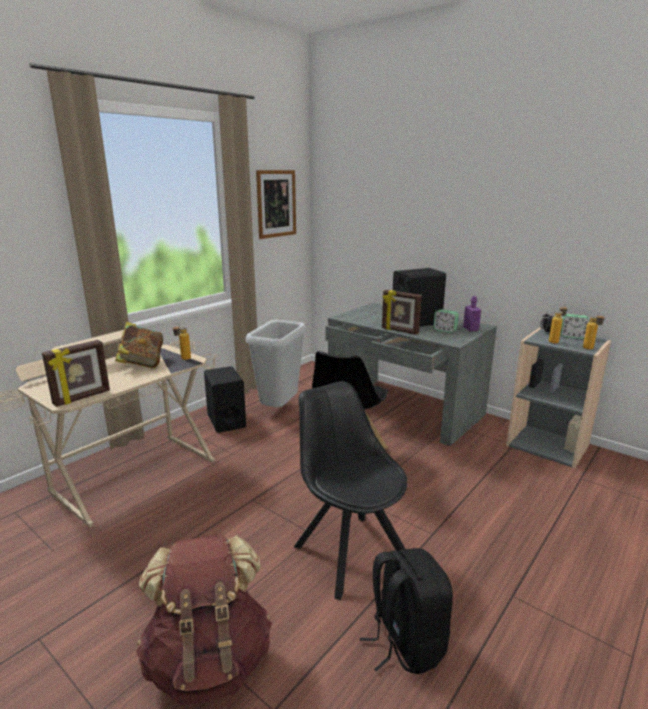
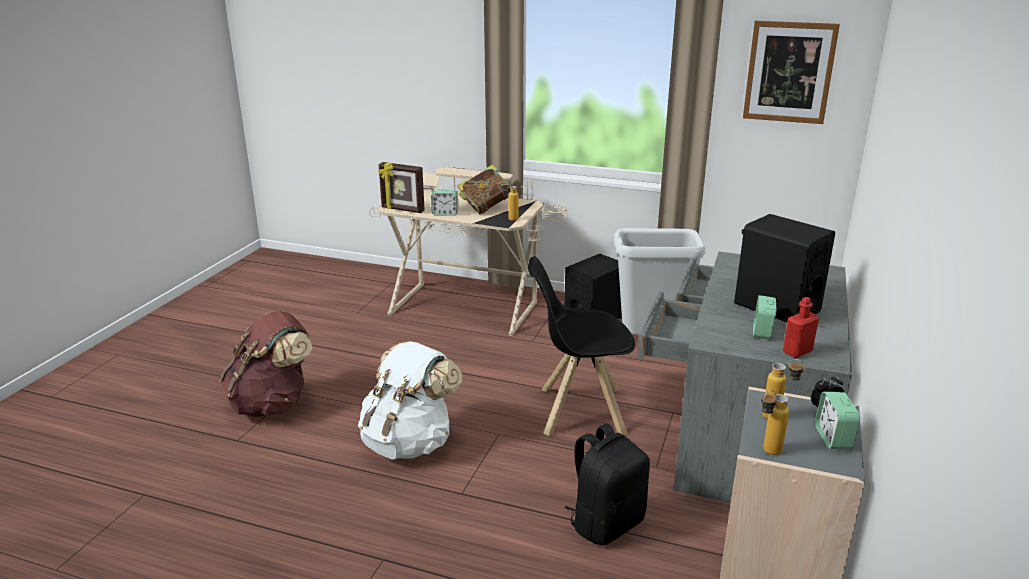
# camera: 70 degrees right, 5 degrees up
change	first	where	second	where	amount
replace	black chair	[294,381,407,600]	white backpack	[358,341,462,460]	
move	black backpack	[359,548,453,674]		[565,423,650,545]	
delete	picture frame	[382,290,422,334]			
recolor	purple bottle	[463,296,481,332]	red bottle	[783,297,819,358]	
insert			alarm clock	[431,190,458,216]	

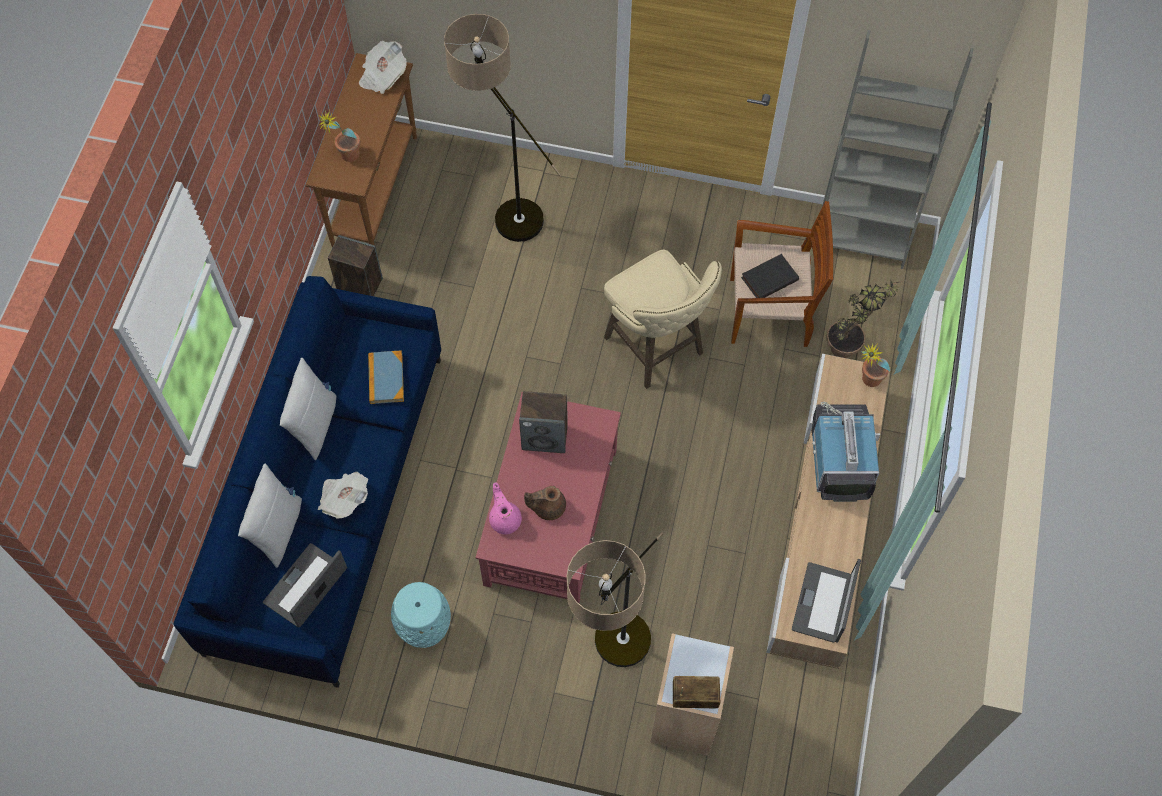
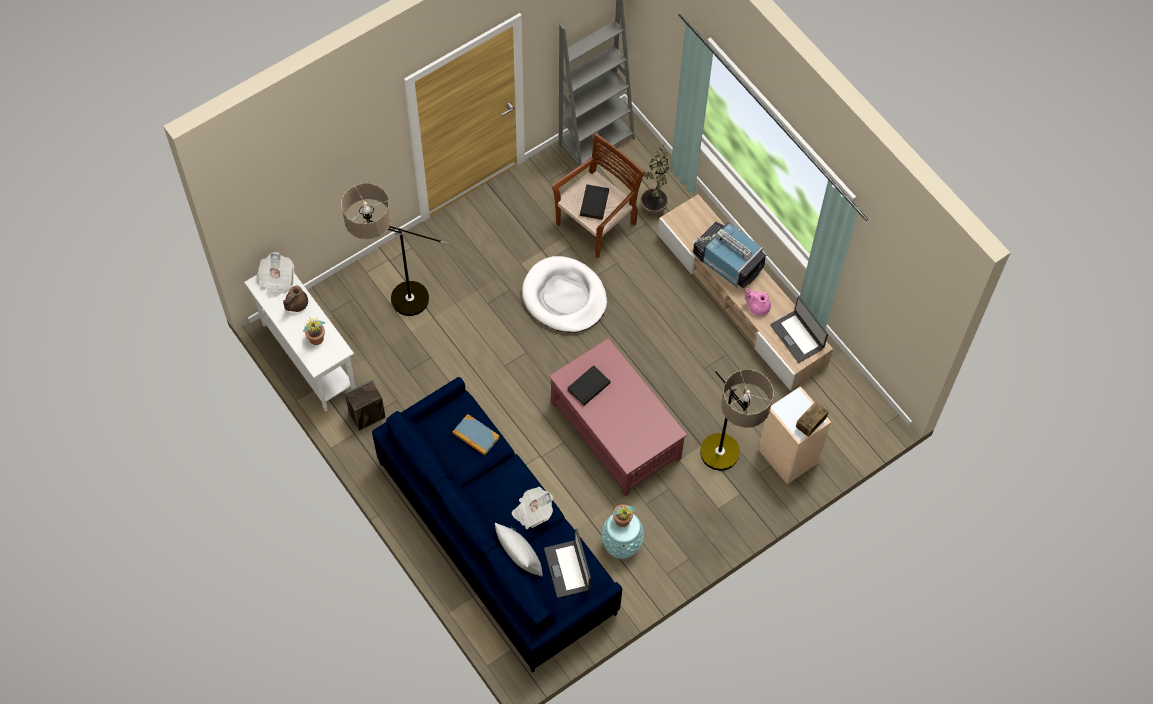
# camera: 50 degrees left, 0 degrees up
change	first	where	second	where	amount
delete	grey pillow	[280,358,336,460]			
recolor	brown console table	[306,53,417,248]	white console table	[244,273,355,411]	
move	pink teapot	[489,483,522,534]		[745,288,771,316]	
replace	speaker	[519,391,568,453]	black book	[567,365,611,406]	
move	brown teapot	[524,486,566,520]		[283,285,308,312]	
replace	beige stool	[604,250,722,389]	white dog bed	[522,256,607,333]	
move	potted plant	[861,343,890,387]		[613,504,636,527]	

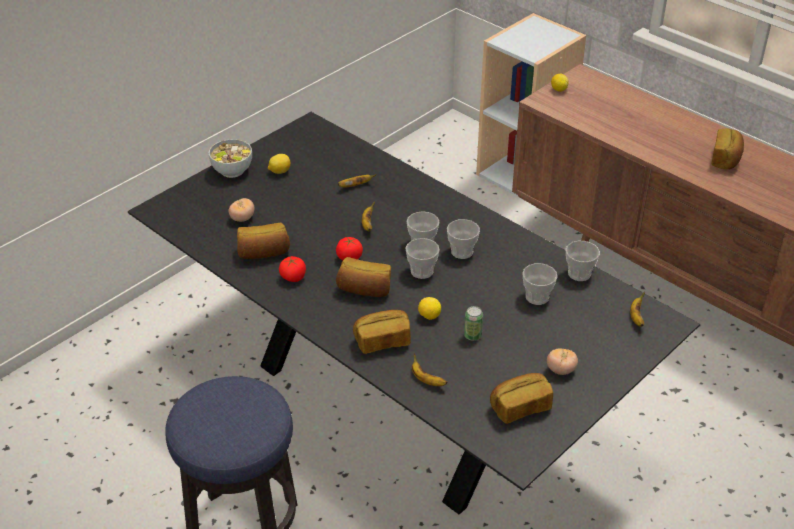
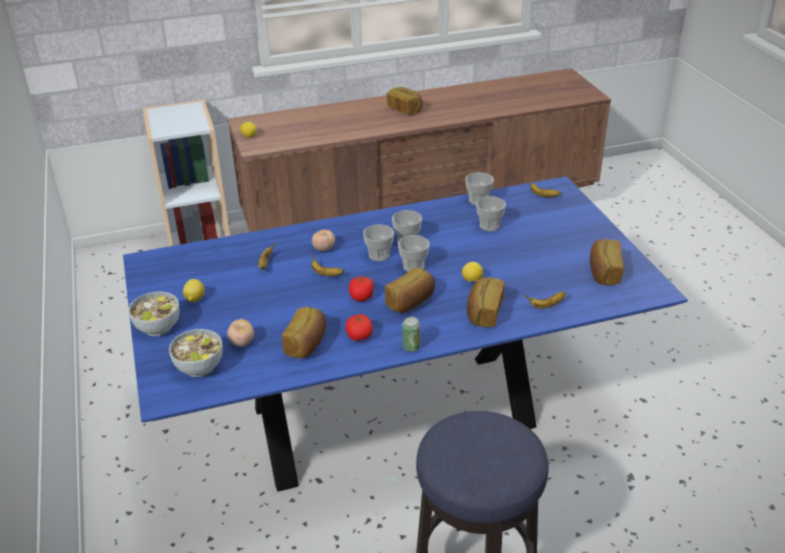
# camera: 60 degrees left, 5 degrees down
change	first	where	second	where	amount
recolor	black dining table	[128,112,700,514]	blue dining table	[123,176,688,491]	
move	can	[464,306,483,341]		[402,317,420,352]	
move	tomato	[547,348,578,375]		[312,229,335,251]	
insert			bowl	[169,329,223,377]	

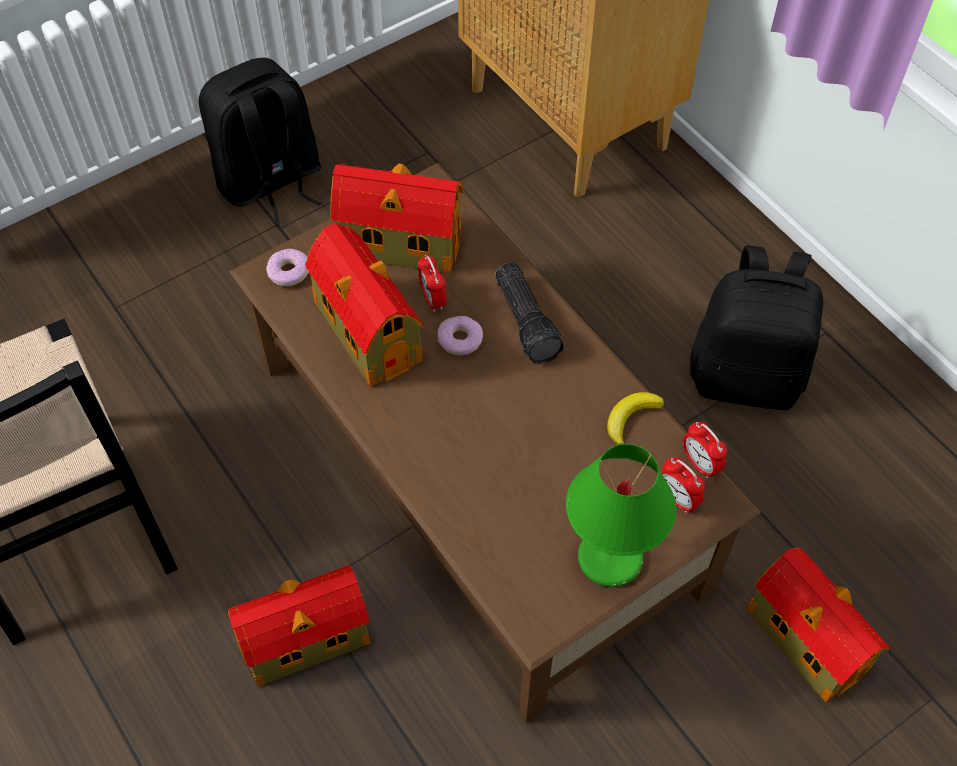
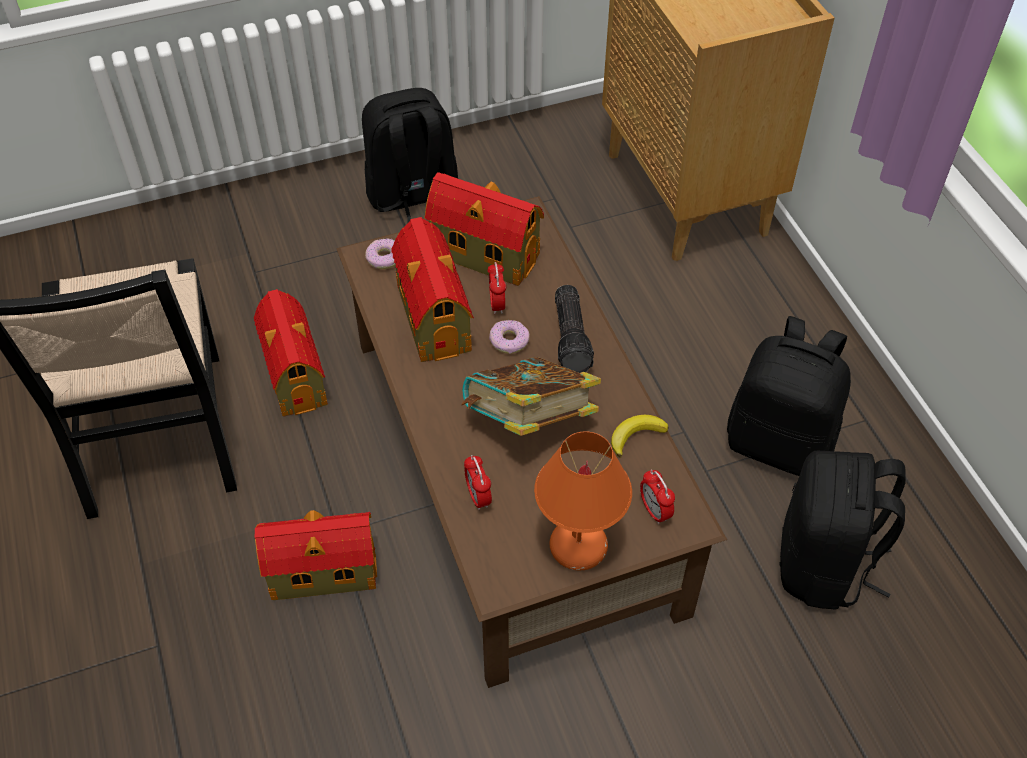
# camera: 15 degrees right, 5 degrees down
change	first	where	second	where	amount
recolor	green table lamp	[566,444,676,587]	orange table lamp	[534,431,632,571]	
move	alarm clock	[683,422,727,478]		[464,455,492,510]	
move	toy house	[747,547,890,702]		[254,289,328,417]	
insert			book	[461,357,601,436]	
insert			black backpack	[780,450,906,610]	

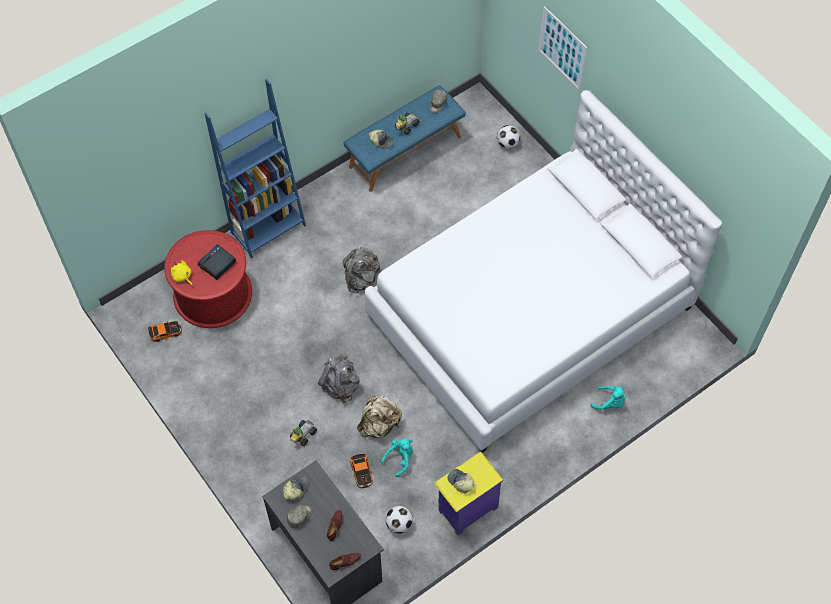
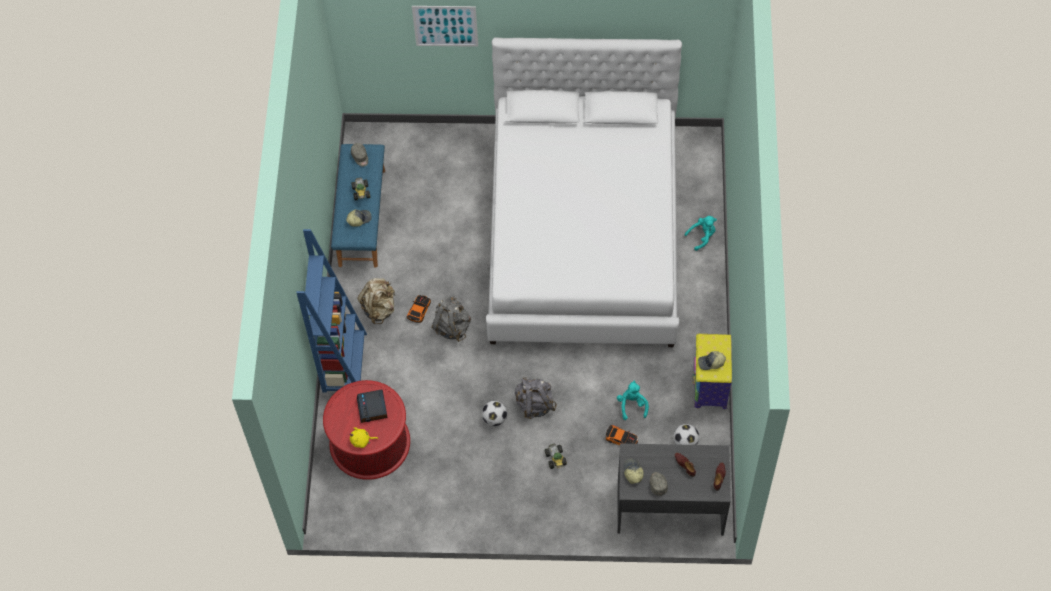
# camera: 50 degrees left, 0 degrees up
change	first	where	second	where	amount
move	toy car	[148,321,182,342]		[407,295,431,323]	
move	beige backpack	[357,395,402,438]		[357,278,395,324]	
move	football	[497,125,520,149]		[482,401,507,426]	

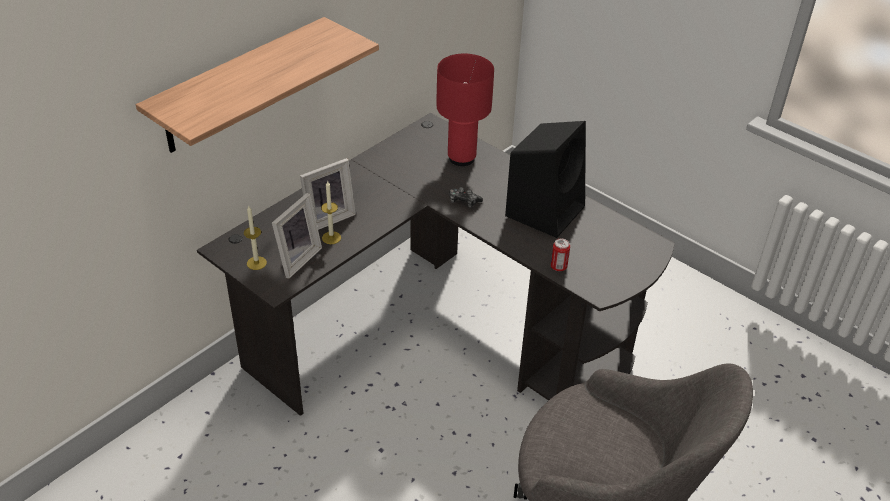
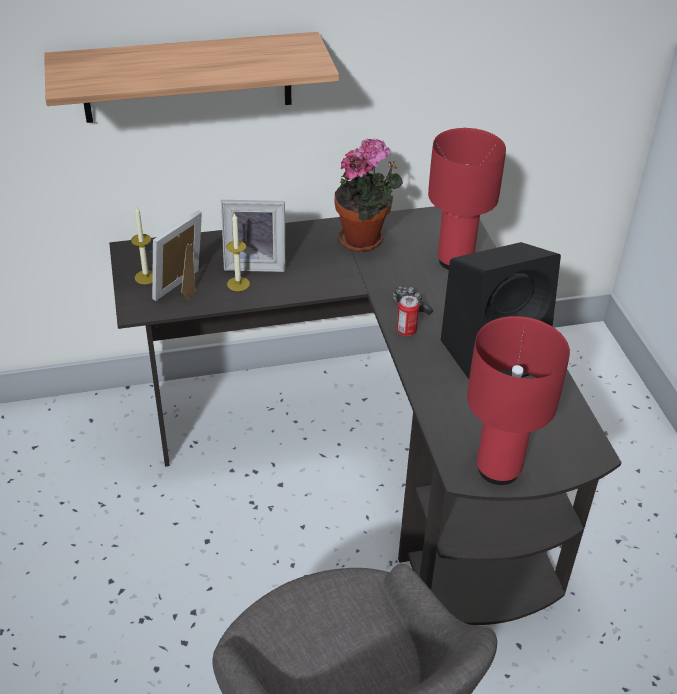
# camera: 35 degrees right, 0 degrees up
change	first	where	second	where	amount
rotate	picture frame	[272,193,322,279]		[152,210,202,301]	150 degrees clockwise
move	can	[551,239,570,271]		[397,296,419,336]	
insert			potted plant	[334,138,403,252]	
insert			red table lamp	[467,316,570,485]	

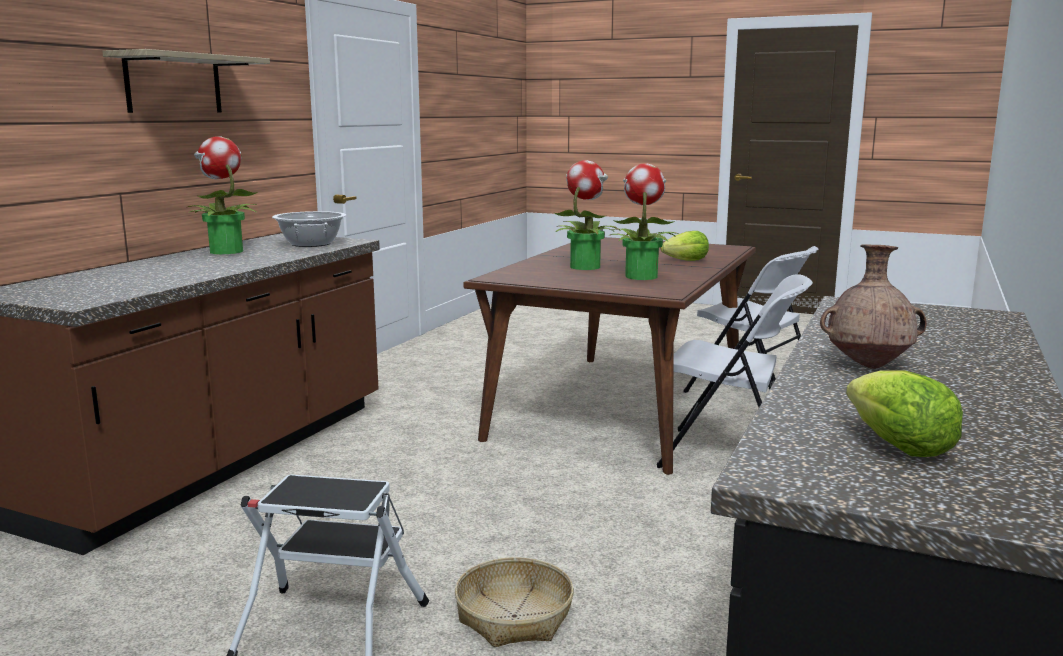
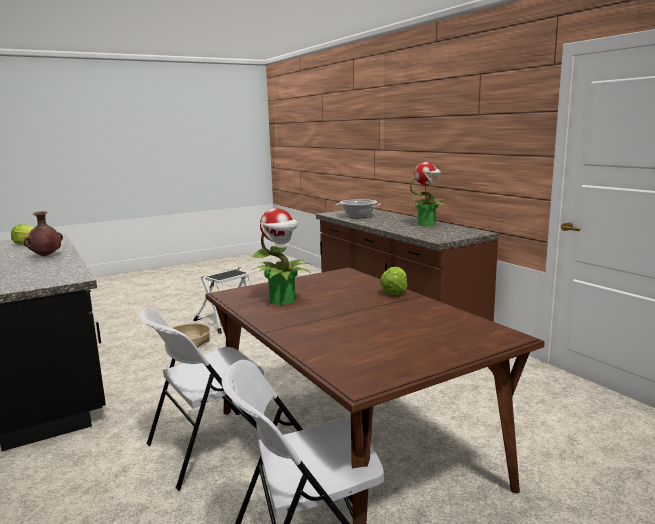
# camera: 125 degrees right, 0 degrees up
change	first	where	second	where	amount
delete	shelf	[102,49,270,113]			
move	cooking pot	[272,211,346,247]		[336,199,381,218]	
delete	potted plant	[554,160,621,270]			
move	lettuce	[661,231,709,261]		[380,267,407,295]	

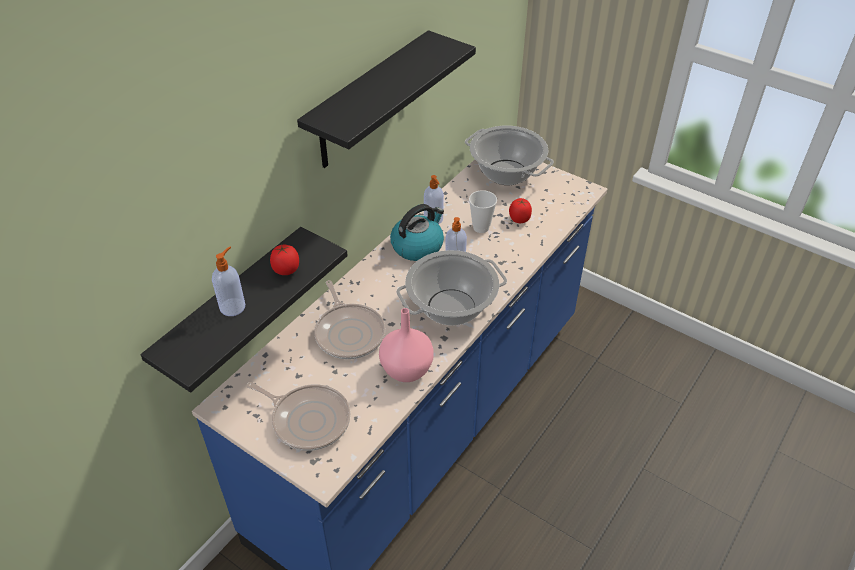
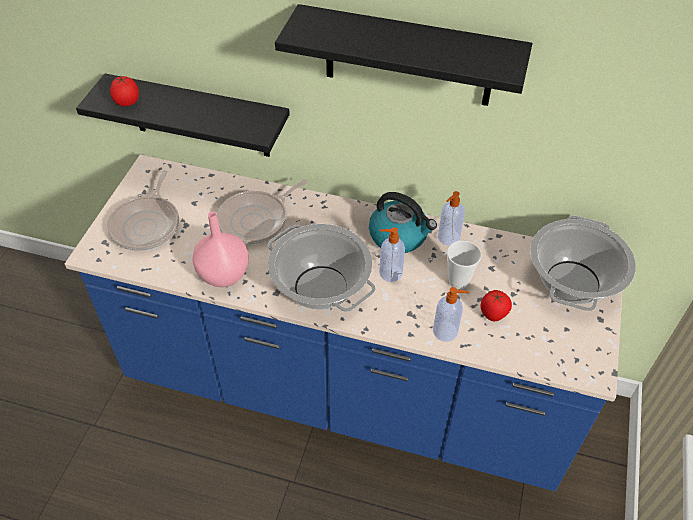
# camera: 70 degrees right, 5 degrees up
change	first	where	second	where	amount
move	soap dispenser	[212,247,245,316]		[433,287,469,342]	
move	tomato	[270,245,299,275]		[110,75,139,106]	

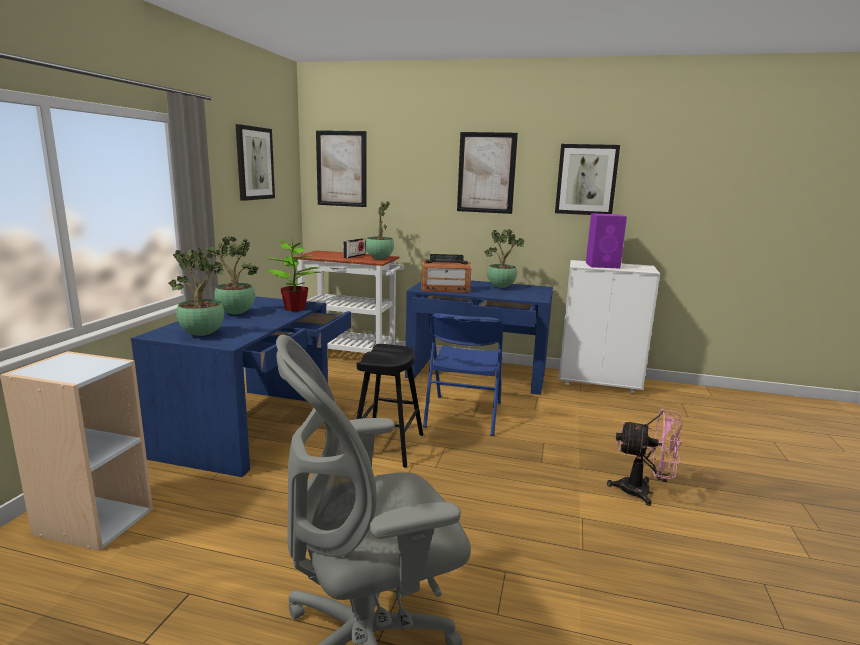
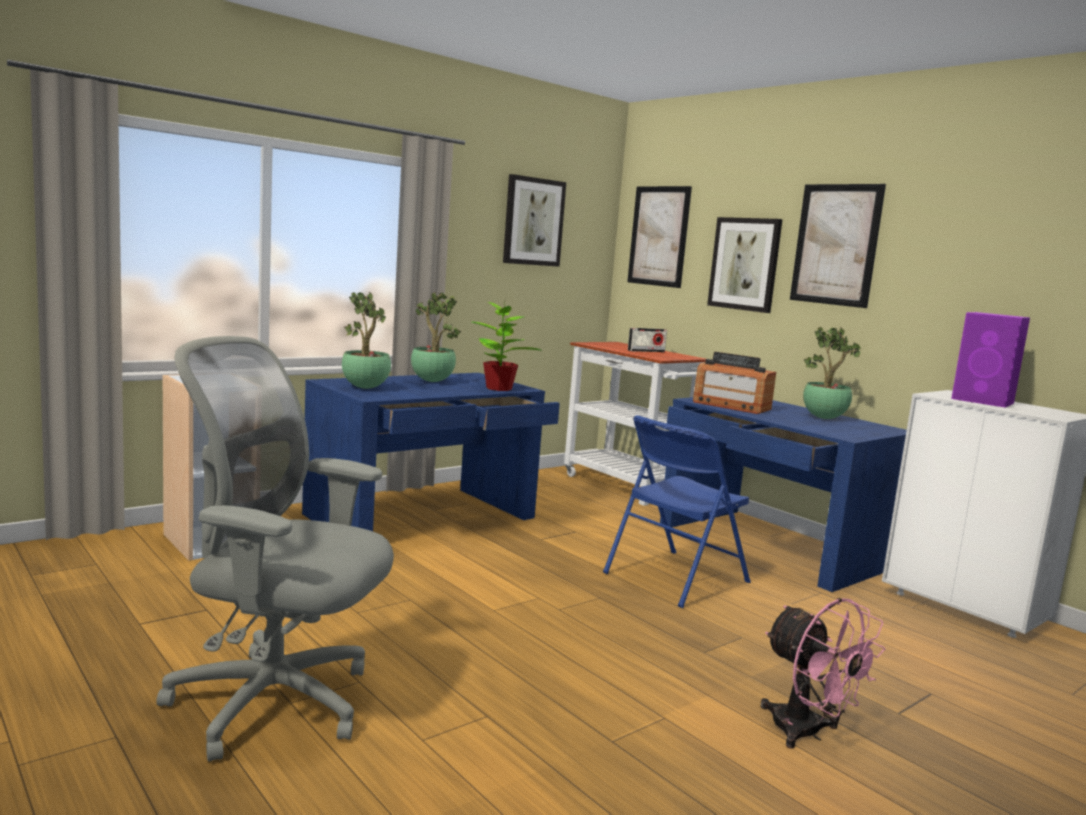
# camera: 35 degrees right, 5 degrees down
change	first	where	second	where	amount
delete	black stool	[356,344,423,468]			
delete	potted plant	[365,201,394,259]			
move	picture	[555,144,620,215]		[707,217,783,313]	

